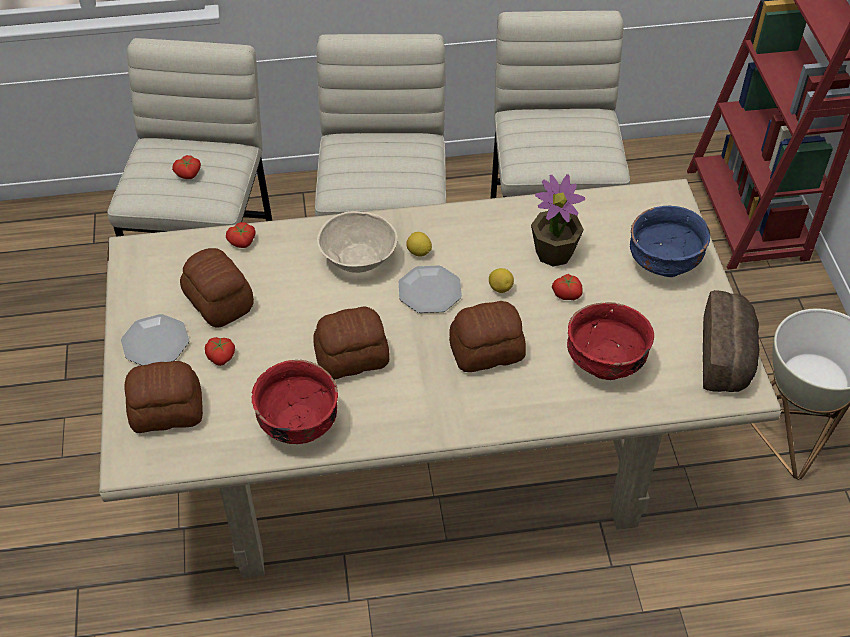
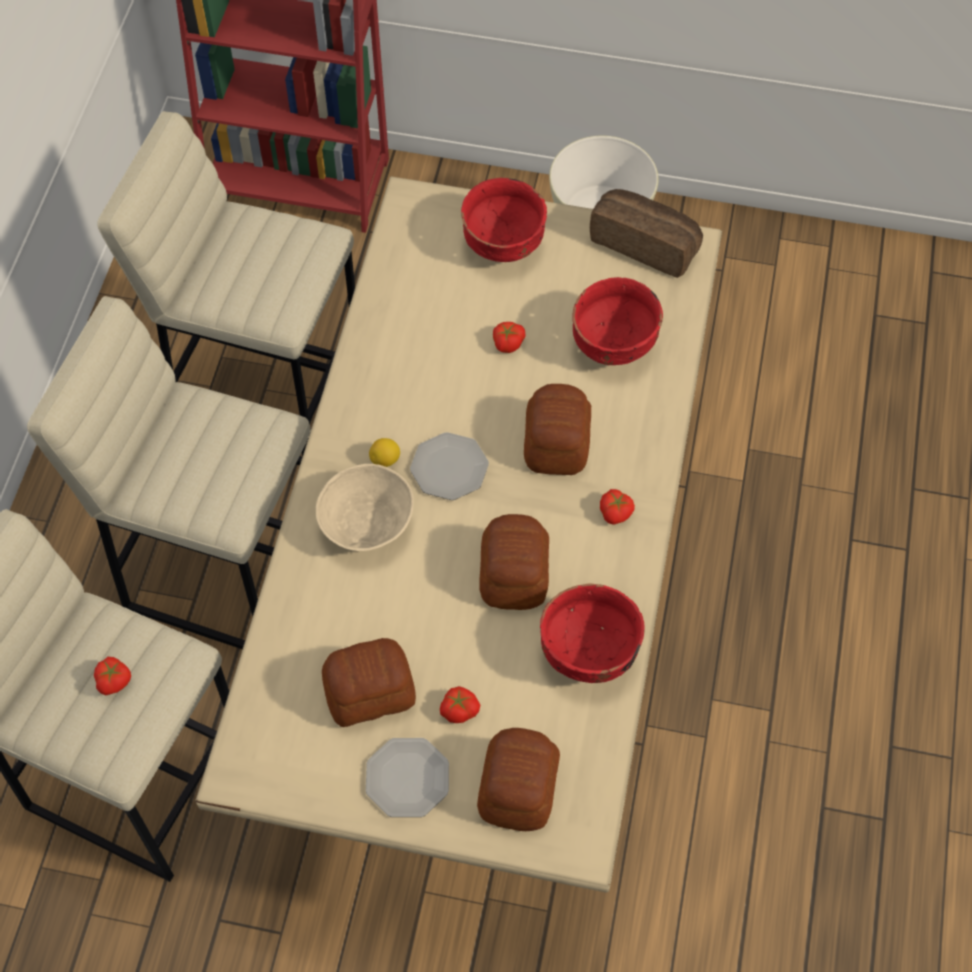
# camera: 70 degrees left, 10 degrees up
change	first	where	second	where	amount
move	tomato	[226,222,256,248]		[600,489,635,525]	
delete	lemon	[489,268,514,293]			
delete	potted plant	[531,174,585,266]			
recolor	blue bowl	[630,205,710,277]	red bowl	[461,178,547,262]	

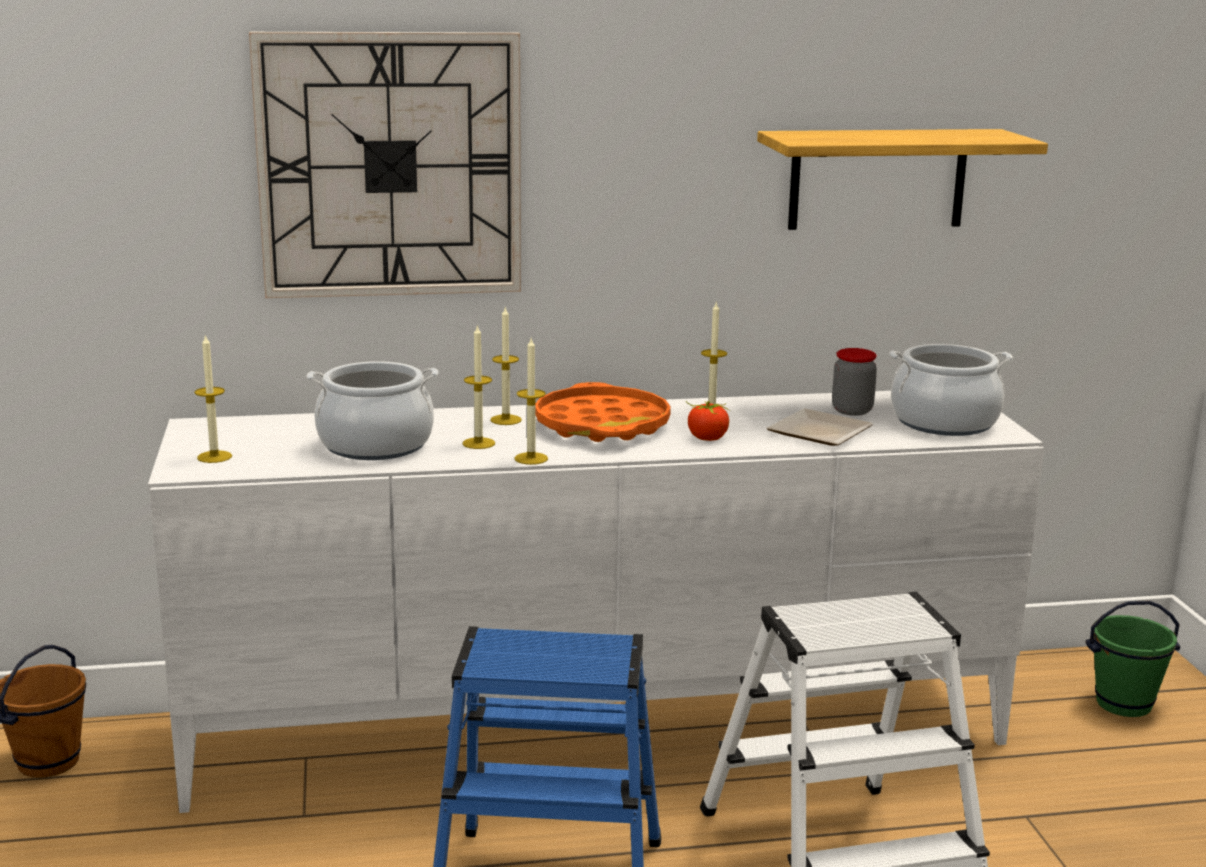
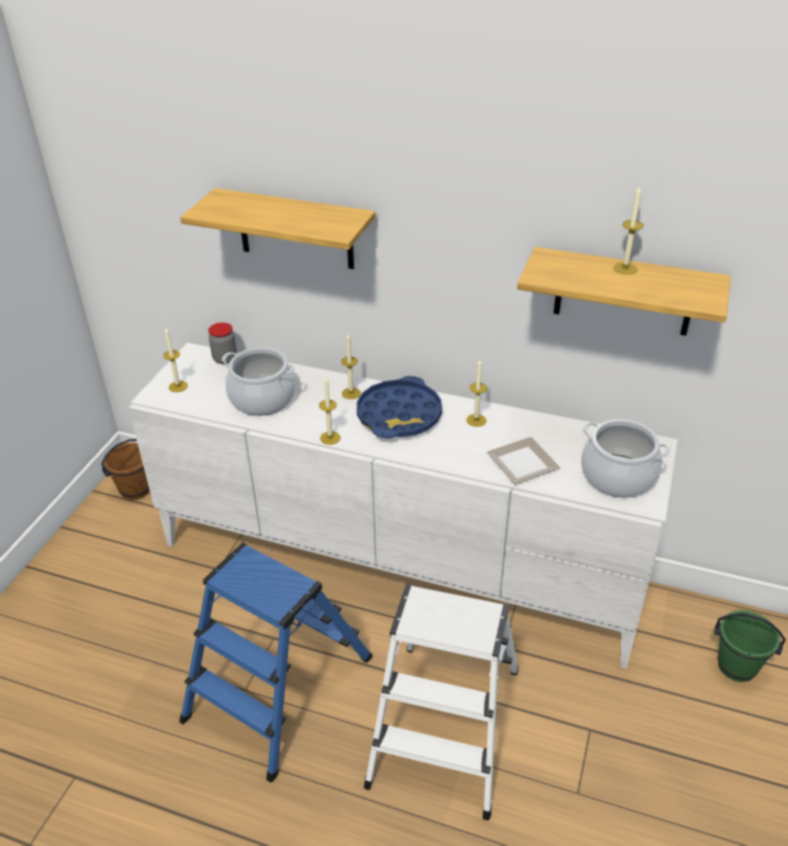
# camera: 30 degrees right, 20 degrees up
change	first	where	second	where	amount
replace	wall clock	[249,32,521,298]	shelf	[180,188,375,269]	
move	candle	[463,324,495,449]		[614,187,643,275]	
recolor	orange tray	[535,382,671,442]	blue tray	[357,376,442,438]	
delete	tomato	[686,401,731,441]			
move	jar	[832,348,877,416]		[208,323,237,364]	

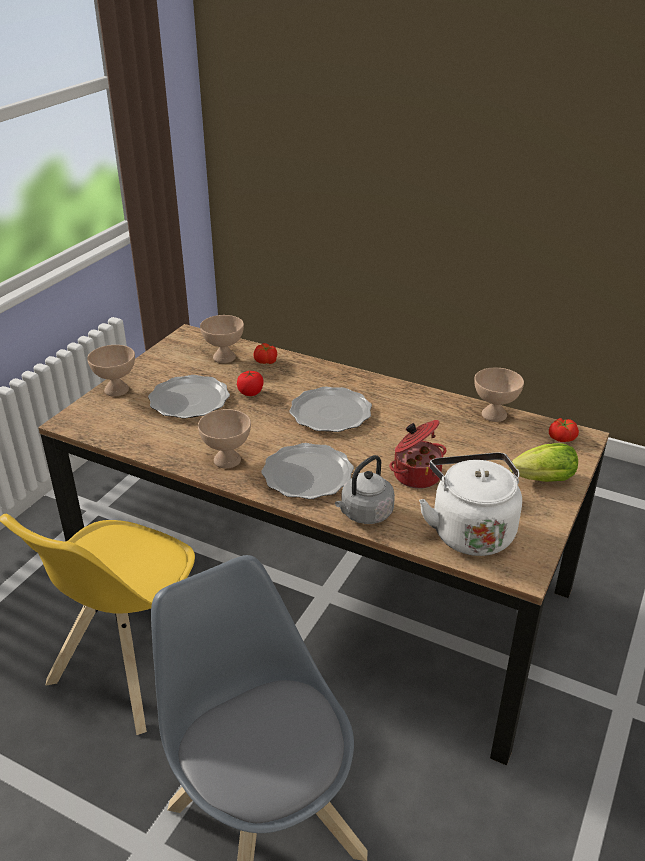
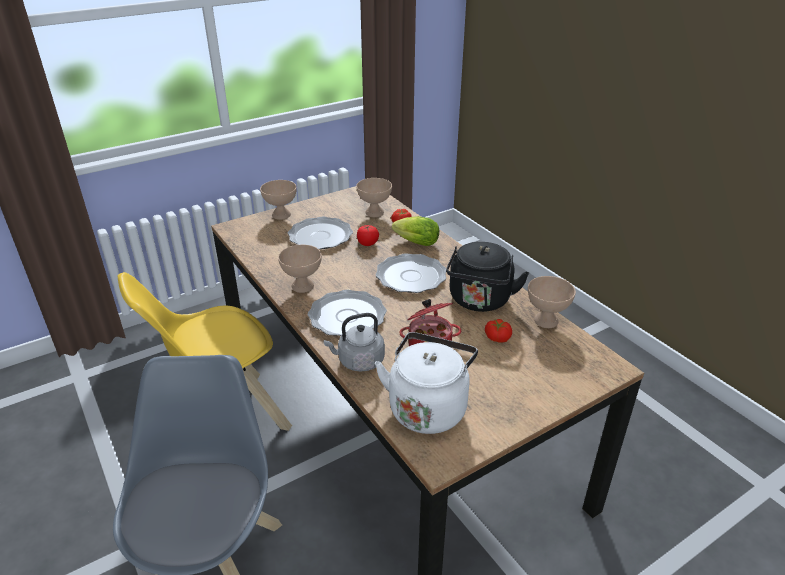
# camera: 30 degrees right, 0 degrees up
change	first	where	second	where	amount
move	lettuce	[510,443,578,482]		[392,216,439,246]	
move	tomato	[549,418,579,442]		[485,319,512,343]	
insert			black kettle	[446,242,529,312]	

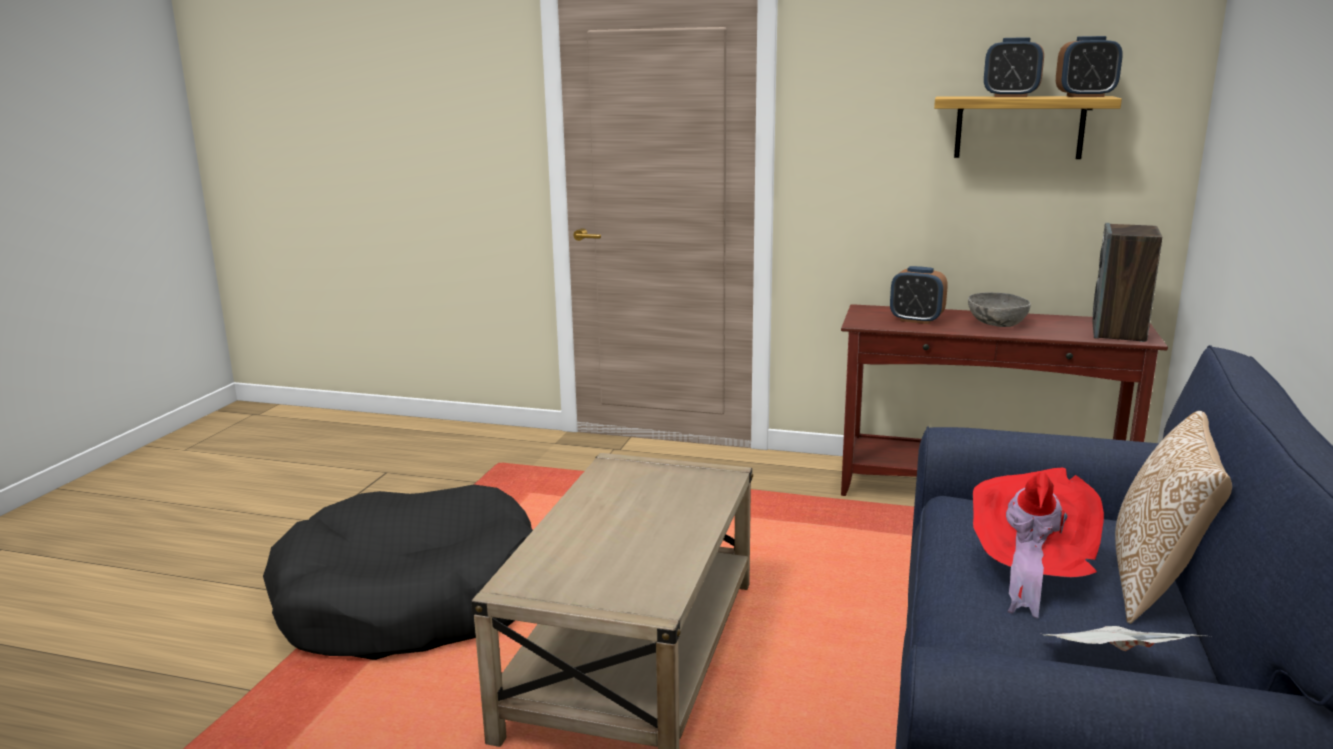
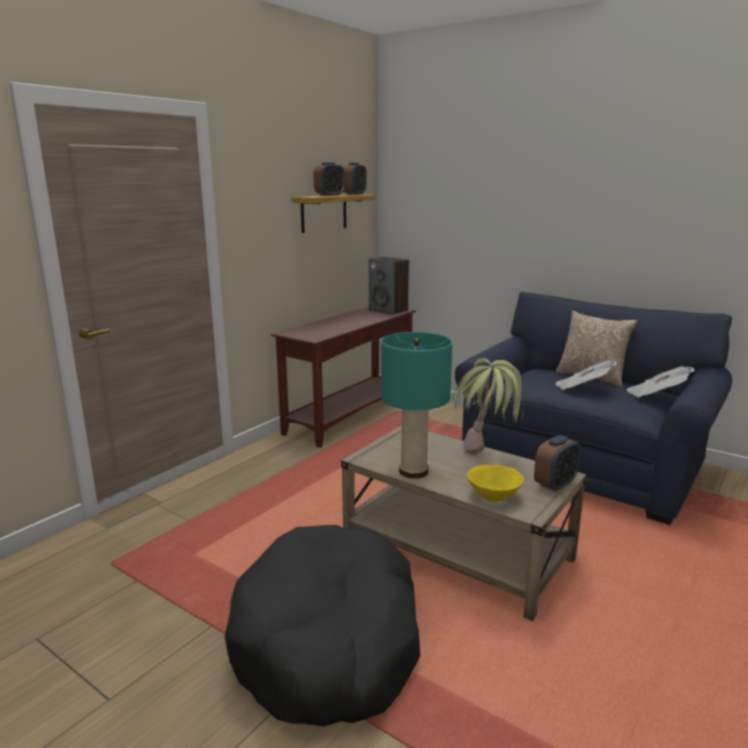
# camera: 70 degrees left, 0 degrees up
change	first	where	second	where	amount
move	alarm clock	[890,266,948,324]		[534,435,580,492]	
delete	grey bowl	[968,292,1031,327]			
replace	red hat	[973,468,1104,619]	newspaper	[555,360,617,390]	
insert			turquoise table lamp	[381,332,453,479]	
insert			potted plant	[453,358,524,454]	
insert			yellow bowl	[467,465,524,502]	

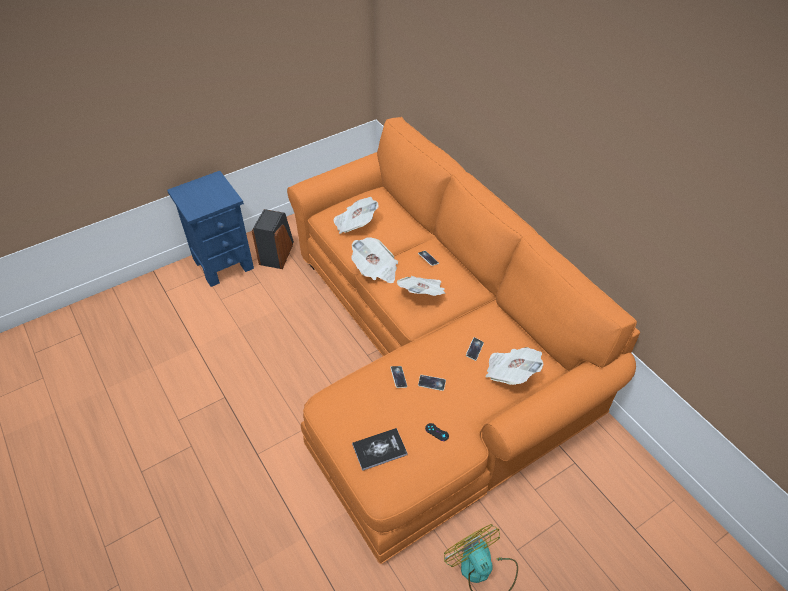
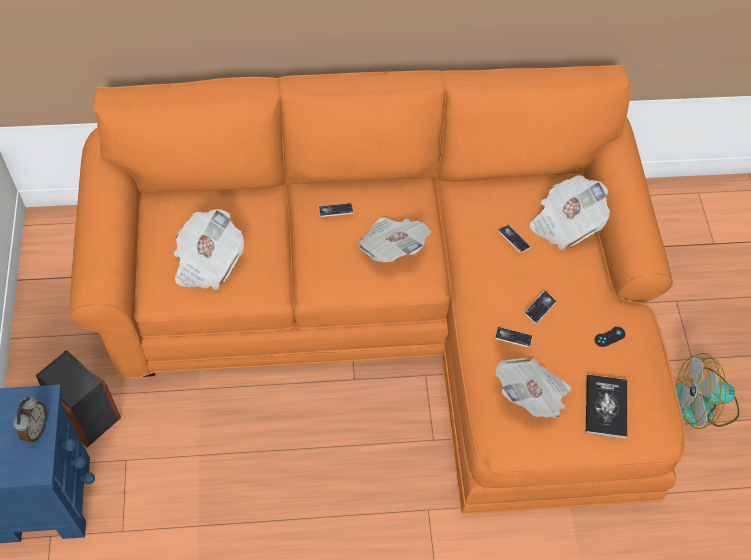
# camera: 65 degrees left, 10 degrees up
change	first	where	second	where	amount
move	newspaper	[351,237,398,283]		[496,358,571,418]	
insert			alarm clock	[13,396,46,442]	

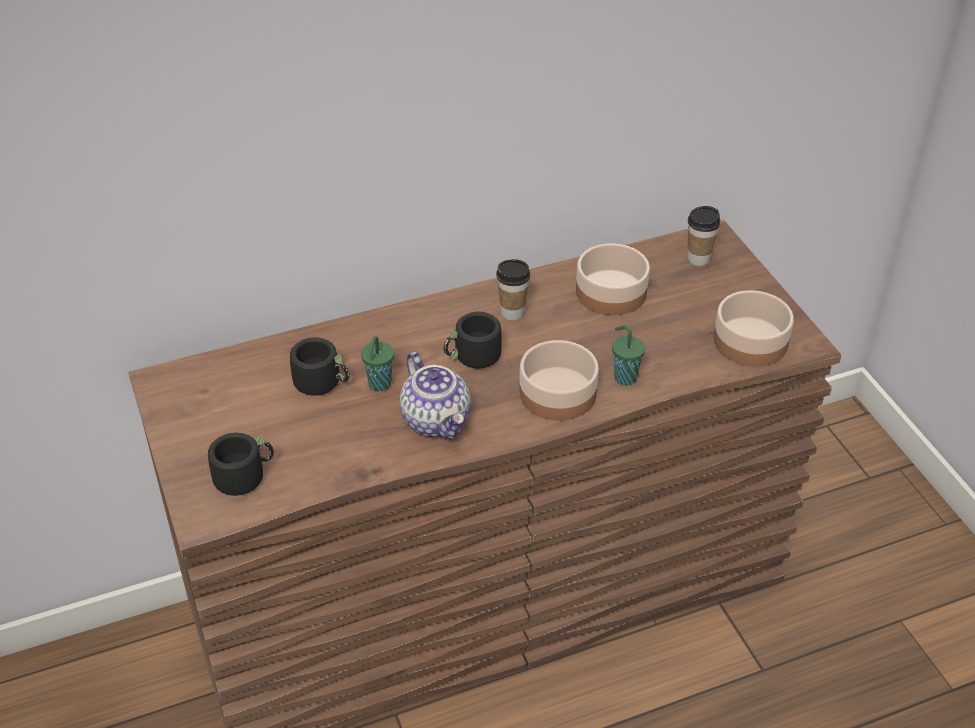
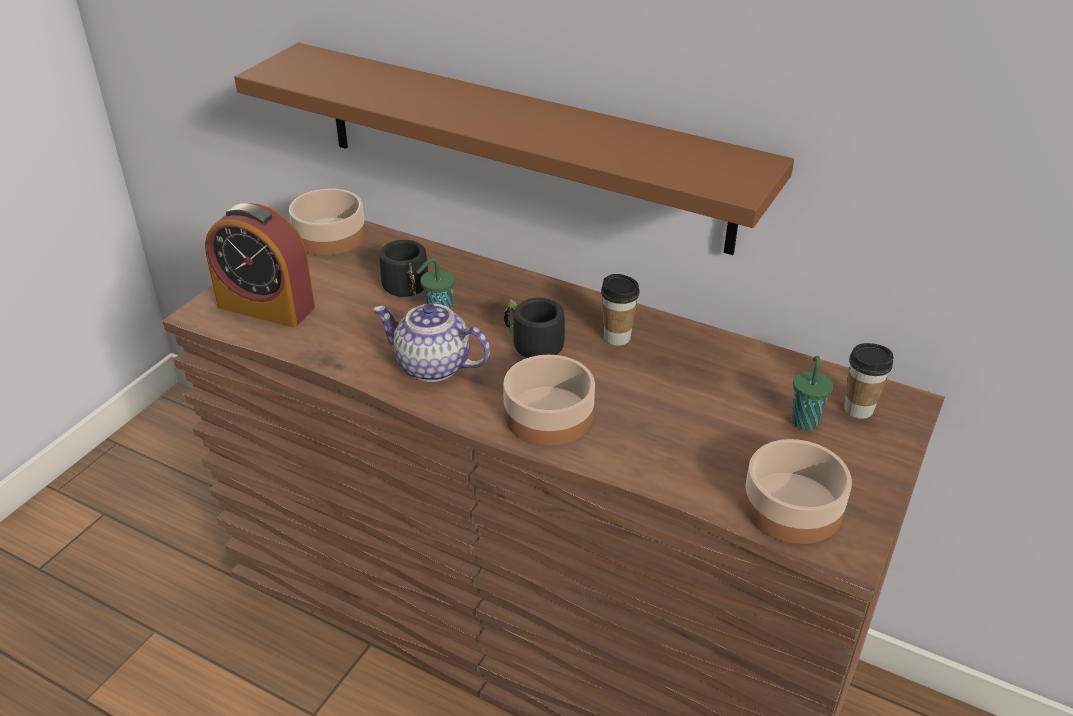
# camera: 50 degrees right, 5 degrees down
change	first	where	second	where	amount
replace	black mug	[202,433,274,496]	alarm clock	[205,203,315,327]	
rotate	teapot	[400,352,471,440]		[373,303,490,382]	90 degrees clockwise
move	bowl	[576,244,650,315]		[289,189,366,255]	
move	green cup	[612,325,645,386]		[792,355,833,430]	
insert			brown shelf	[234,43,794,255]	

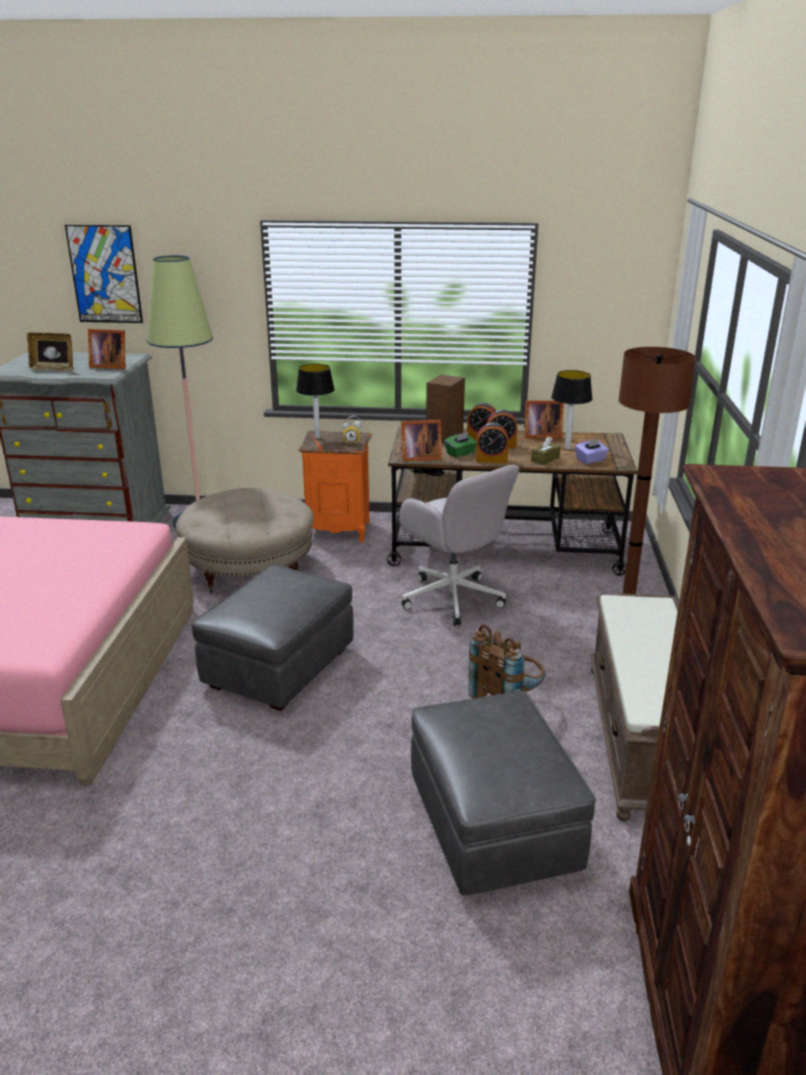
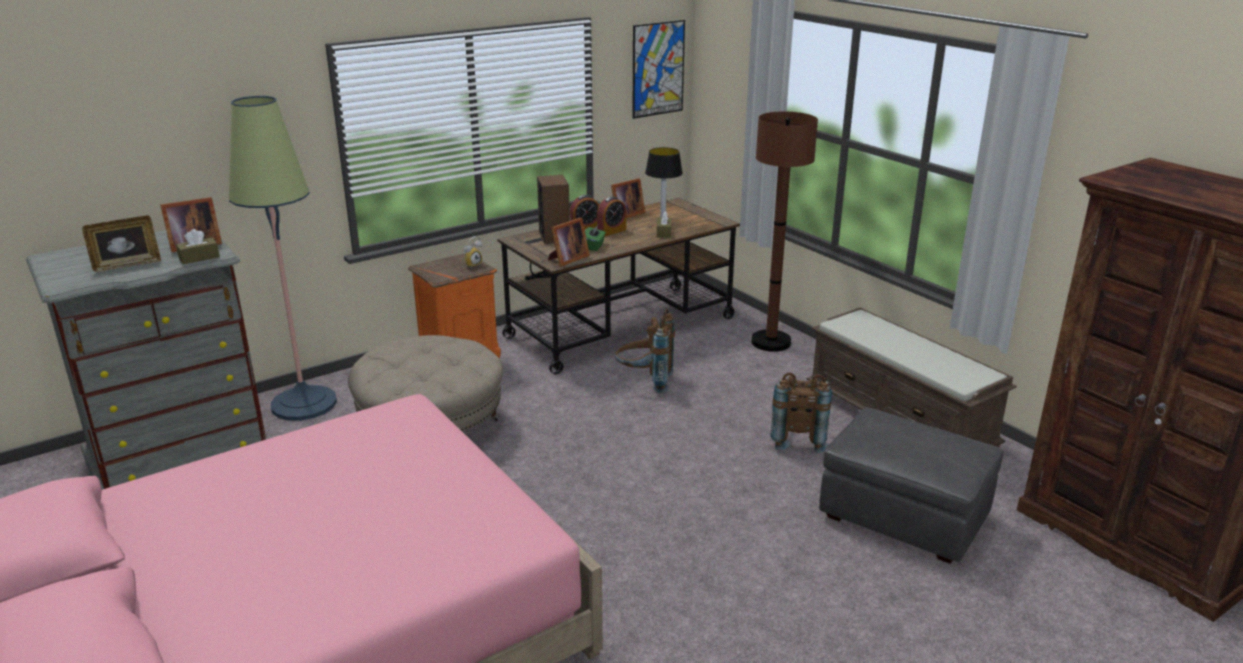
# camera: 40 degrees left, 0 degrees up
change	first	where	second	where	amount
move	picture	[65,225,143,323]		[632,20,685,119]	
delete	grey ottoman	[191,564,354,711]			
delete	table lamp	[296,364,335,439]			
replace	grey office chair	[399,465,519,626]	brown backpack	[615,309,675,393]	
delete	alarm clock	[476,422,509,463]			
delete	purple tissue box	[575,439,609,464]			
insert			brown tissue box	[176,229,220,264]	

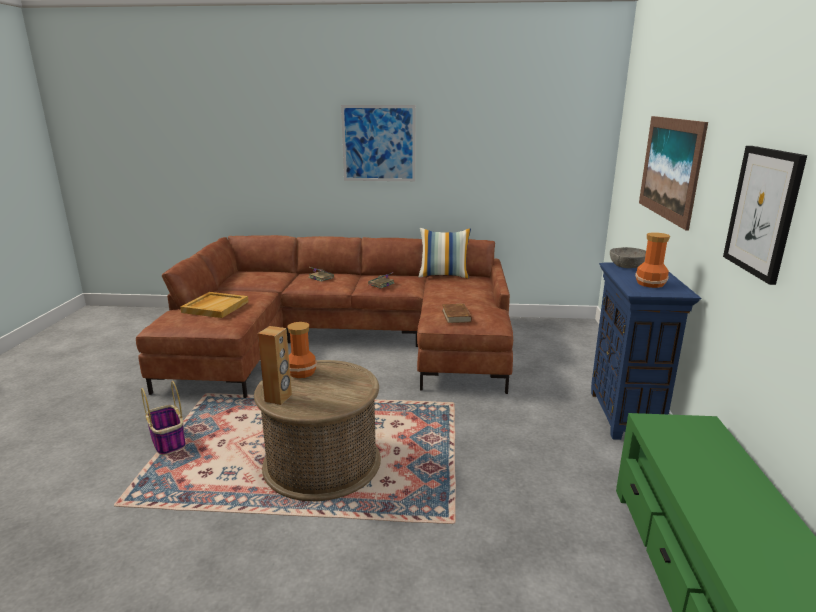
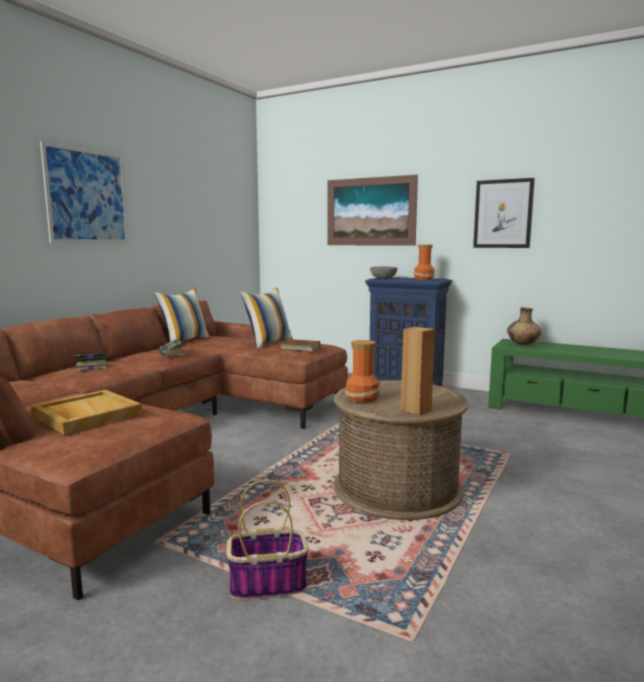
# camera: 65 degrees left, 10 degrees down
change	first	where	second	where	amount
insert			pillow	[241,288,293,349]	
insert			brown vase	[507,308,541,345]	

